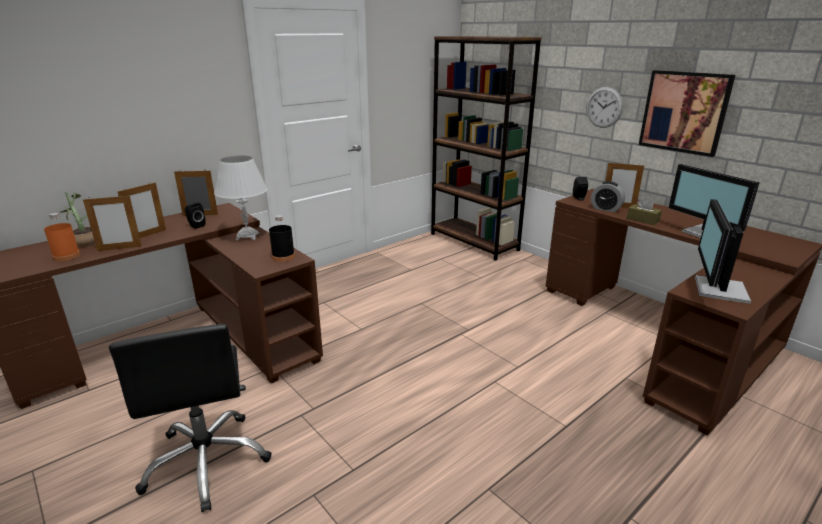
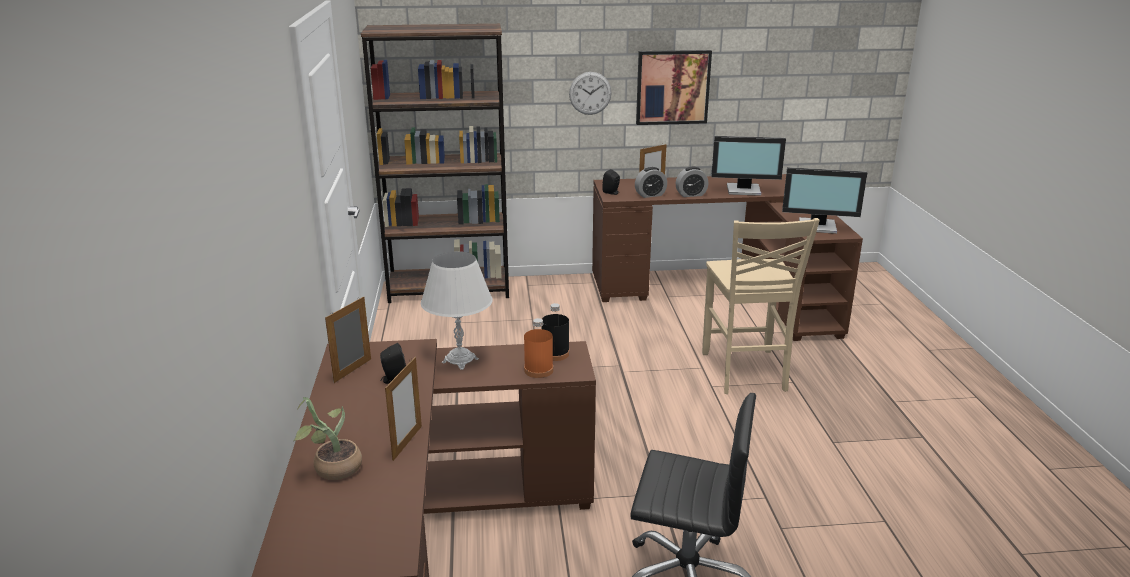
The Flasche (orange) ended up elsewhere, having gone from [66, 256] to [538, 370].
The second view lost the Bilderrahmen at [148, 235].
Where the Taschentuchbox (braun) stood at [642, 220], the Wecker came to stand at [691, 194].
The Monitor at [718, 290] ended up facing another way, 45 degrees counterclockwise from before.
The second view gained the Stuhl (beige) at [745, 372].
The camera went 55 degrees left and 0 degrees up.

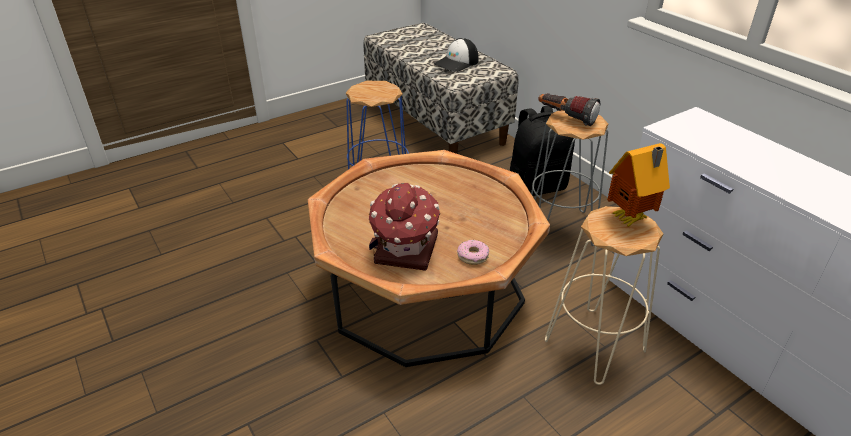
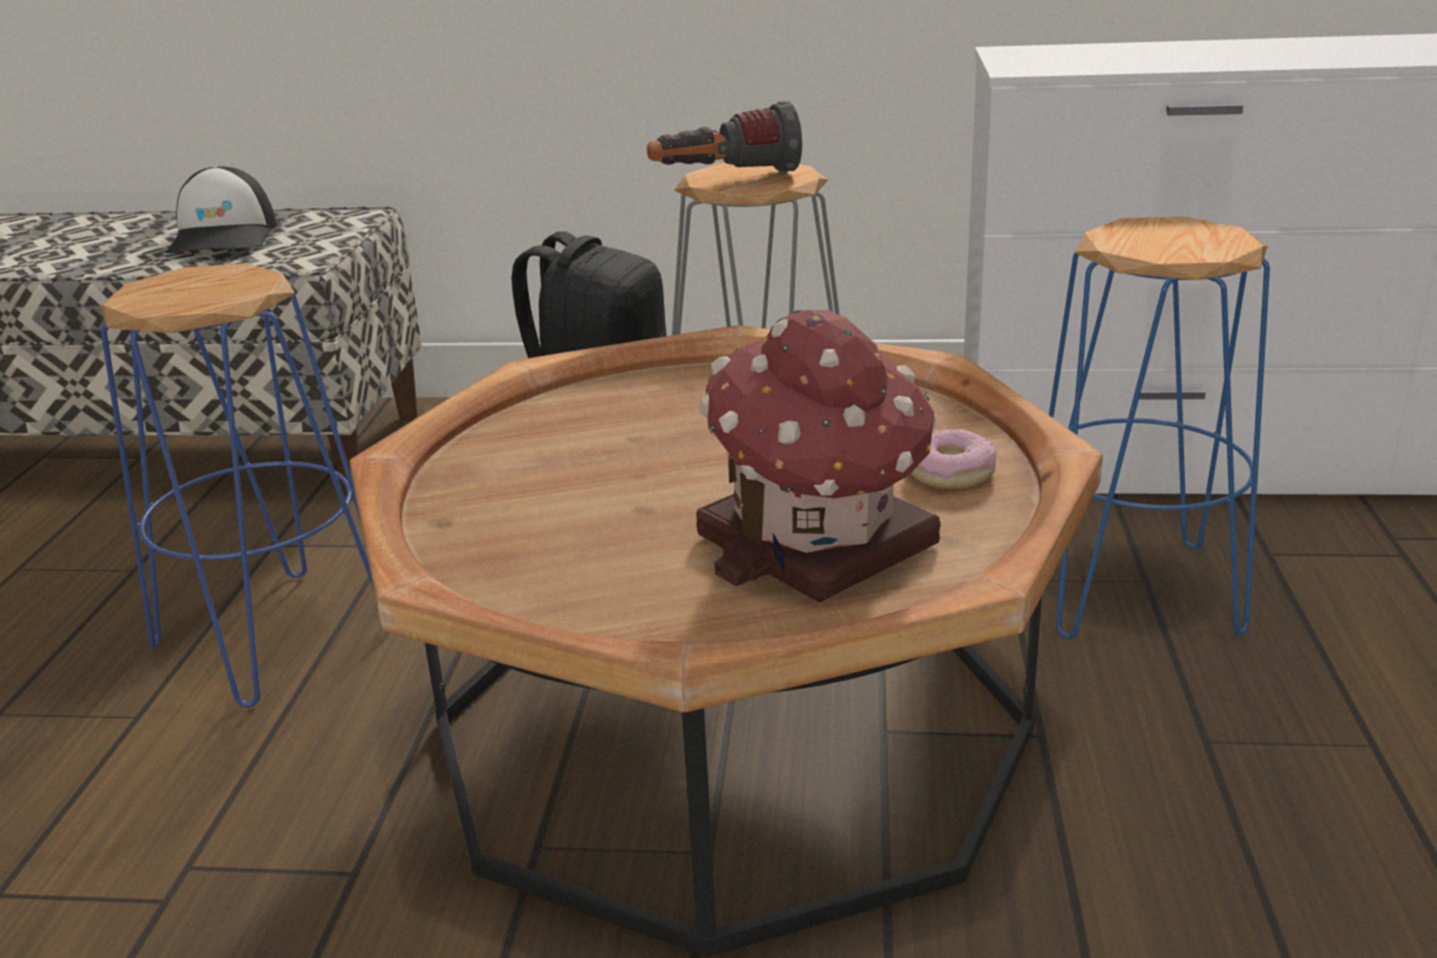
What was the Hocker (beige) at [594, 346] turned into the Hocker (blau) at [1132, 591].
The second view lost the Spielzeughaus at [631, 220].
The camera went 50 degrees left and 10 degrees down.

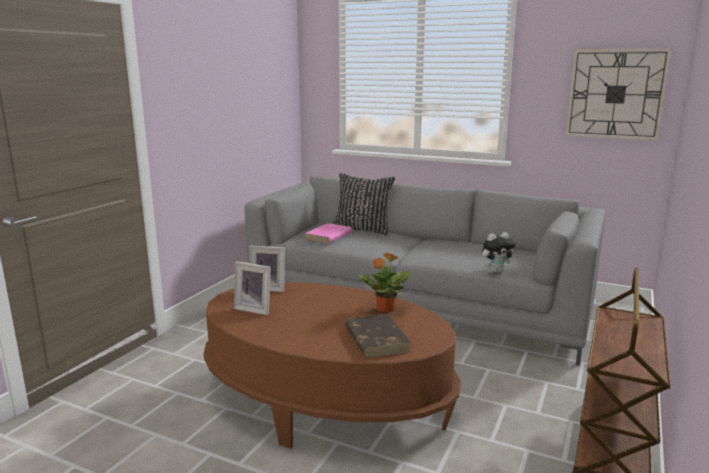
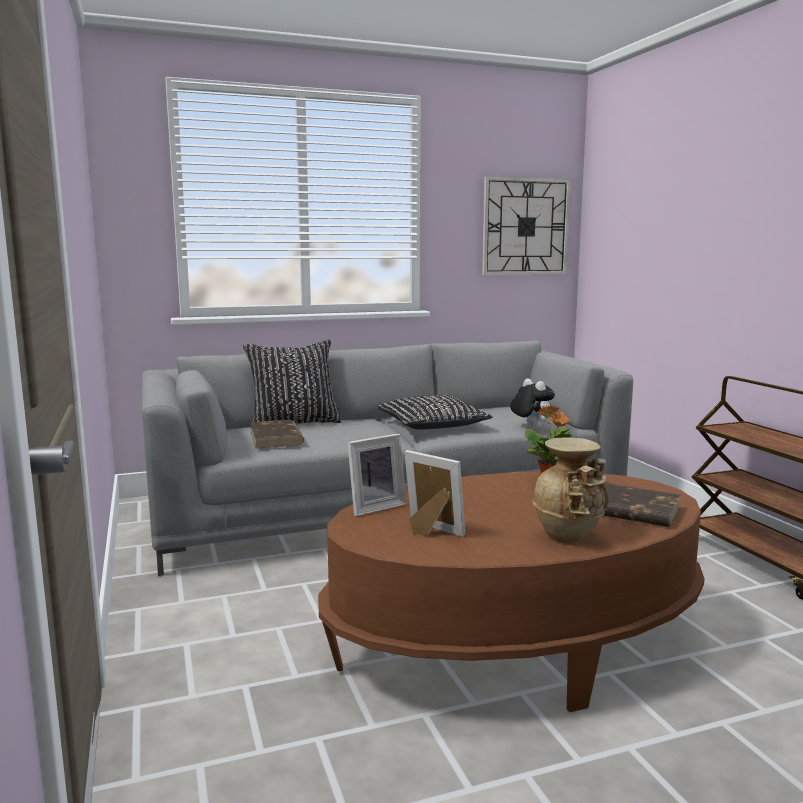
The Bilderrahmen at [255, 309] ended up facing another way, 120 degrees counterclockwise from before.
What was the Buch (rosa) at [328, 236] turned into the Buch (braun) at [276, 438].
The Plüschtier at [496, 271] ended up facing another way, 60 degrees counterclockwise from before.
The second view gained the Kissen (schwarz) at [432, 424].
The second view gained the Vase (beige) at [570, 536].
The camera went 45 degrees left and 5 degrees down.

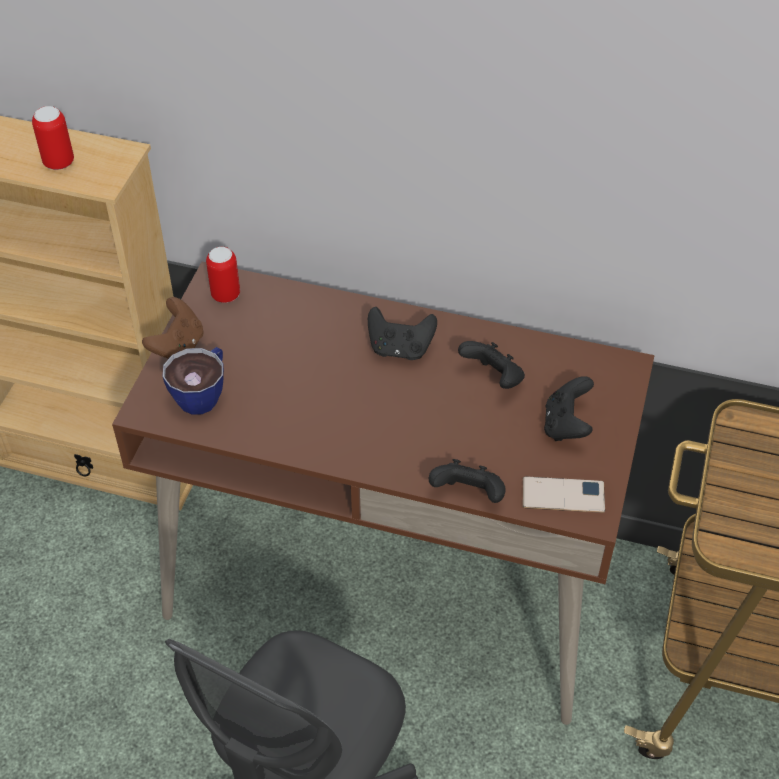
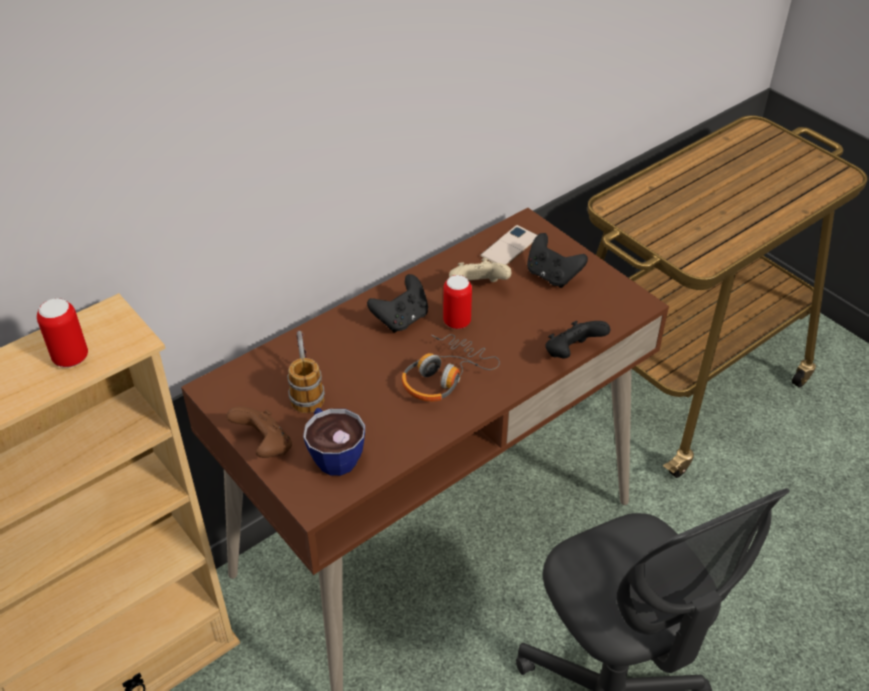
The Dose ended up elsewhere, having gone from [226, 295] to [457, 322].
What was the Gamepad (schwarz) at [493, 379] turned into the Gamepad (beige) at [477, 288].
The Handy ended up elsewhere, having gone from [563, 495] to [510, 247].
The second view gained the Henkelbecher at [306, 389].
The second view gained the Kopfhörer at [444, 376].
The camera went 55 degrees left and 5 degrees down.

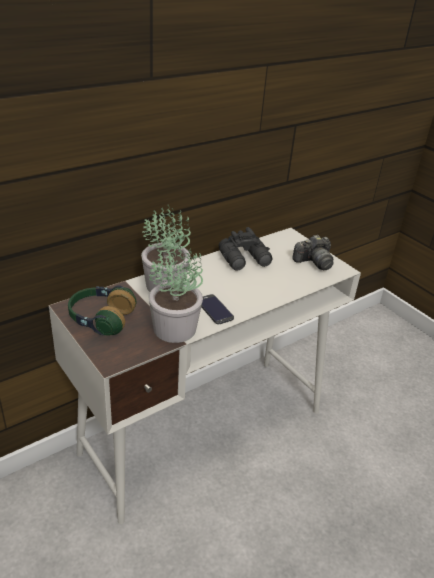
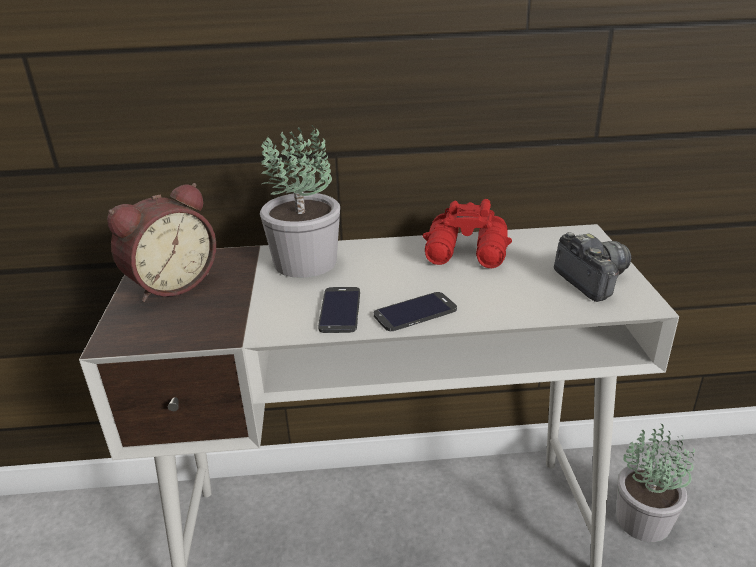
Where the Kopfhörer stood at [100, 319], the Wecker came to stand at [171, 284].
The Topfpflanze ended up elsewhere, having gone from [175, 328] to [644, 520].
What was the Fernglas (schwarz) at [245, 259] turned into the Fernglas (rot) at [468, 253].
The Kamera at [314, 262] ended up facing another way, 120 degrees counterclockwise from before.
The second view gained the Handy at [415, 312].
The camera went 35 degrees right and 5 degrees down.

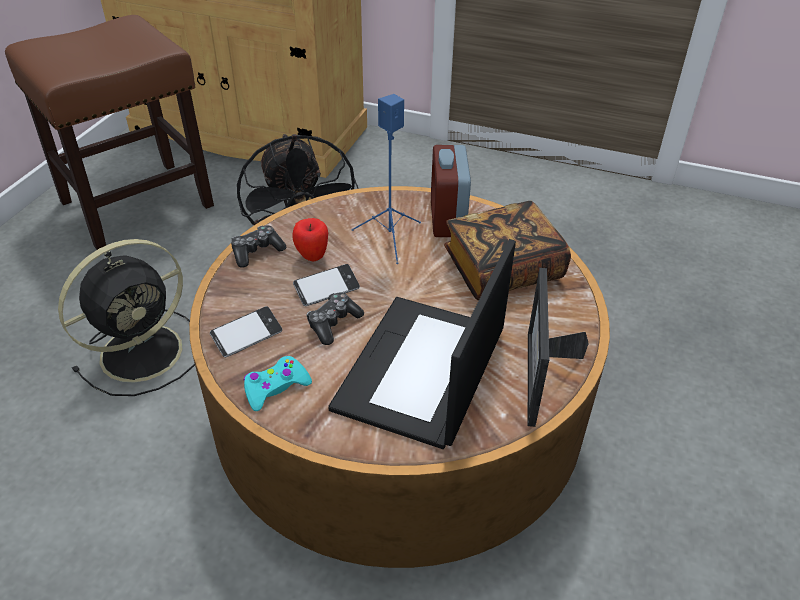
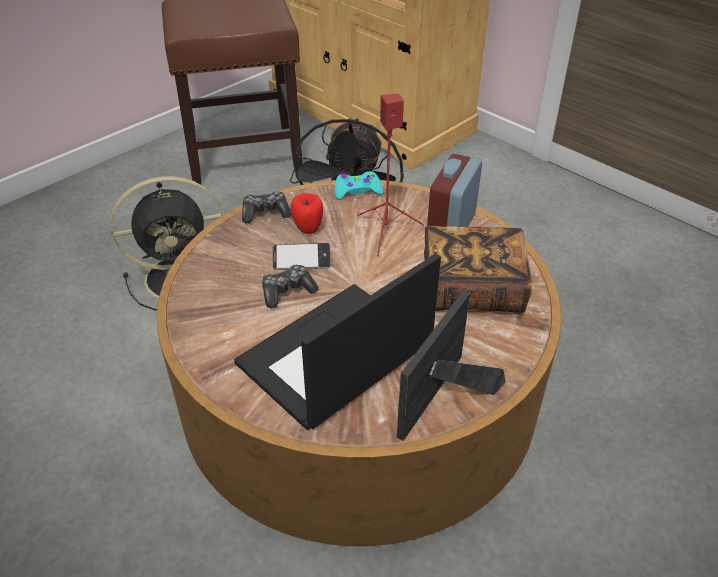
The second view lost the Handy at [247, 336].
The Gamepad (türkis) ended up elsewhere, having gone from [275, 388] to [357, 191].
What was the Lautsprecher (blau) at [390, 238] turned into the Lautsprecher (rot) at [386, 232].
The camera went 25 degrees right and 0 degrees up.

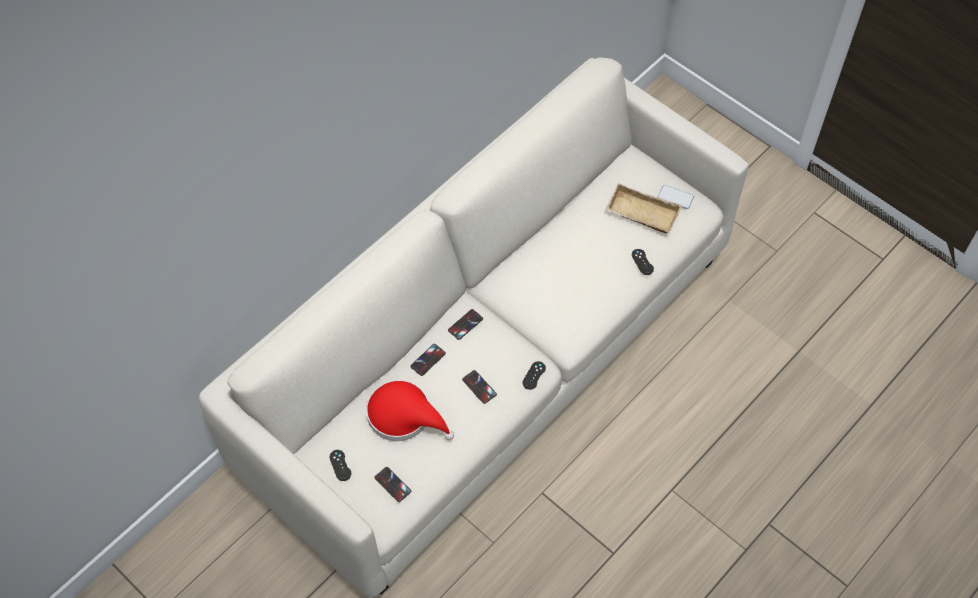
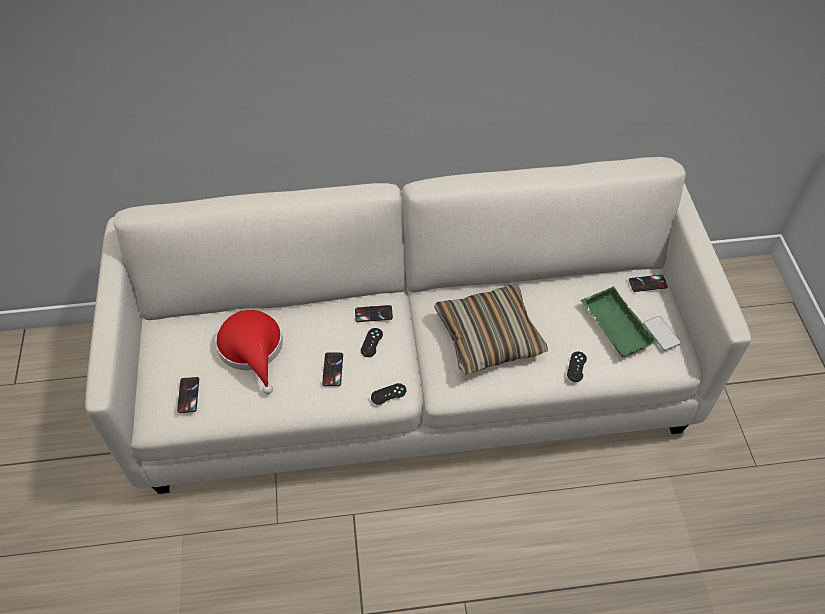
The Gamepad (schwarz) ended up elsewhere, having gone from [340, 465] to [371, 342].
The Handy ended up elsewhere, having gone from [428, 360] to [648, 283].
What was the Tablett (beige) at [641, 214] turned into the Tablett (grün) at [613, 326].
The second view gained the Kissen at [489, 336].
The camera went 40 degrees right and 5 degrees down.

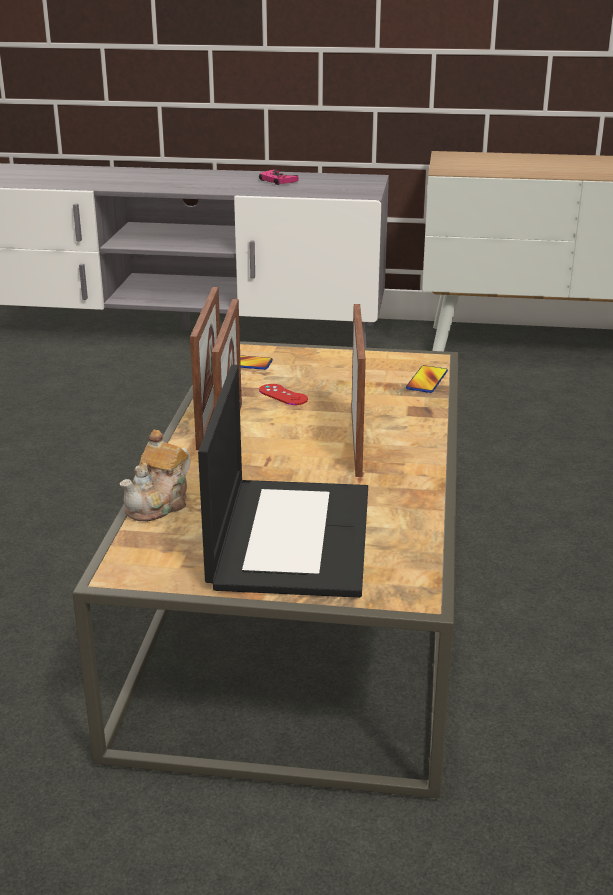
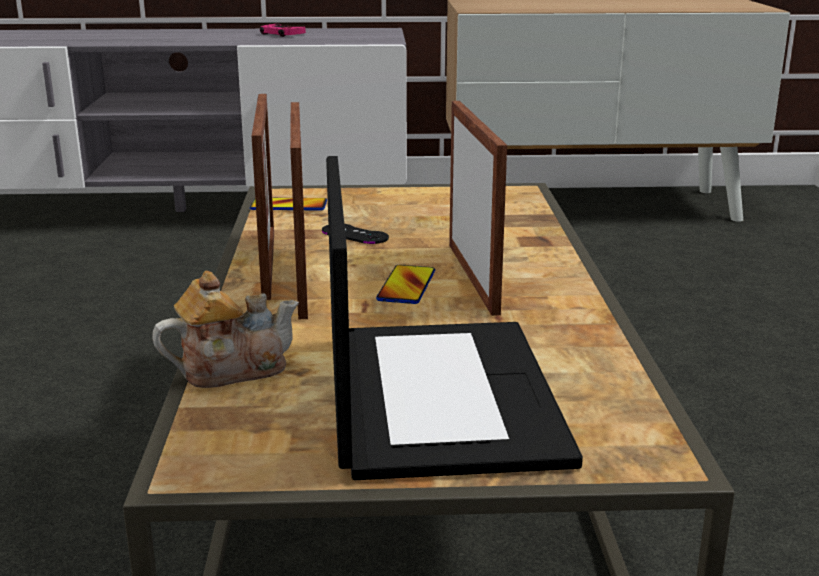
The Teekanne at [159, 504] ended up facing another way, 135 degrees counterclockwise from before.
What was the Gamepad (rot) at [283, 395] turned into the Gamepad (schwarz) at [355, 234].
The Handy ended up elsewhere, having gone from [427, 380] to [406, 286].
The camera went 10 degrees left and 5 degrees down.

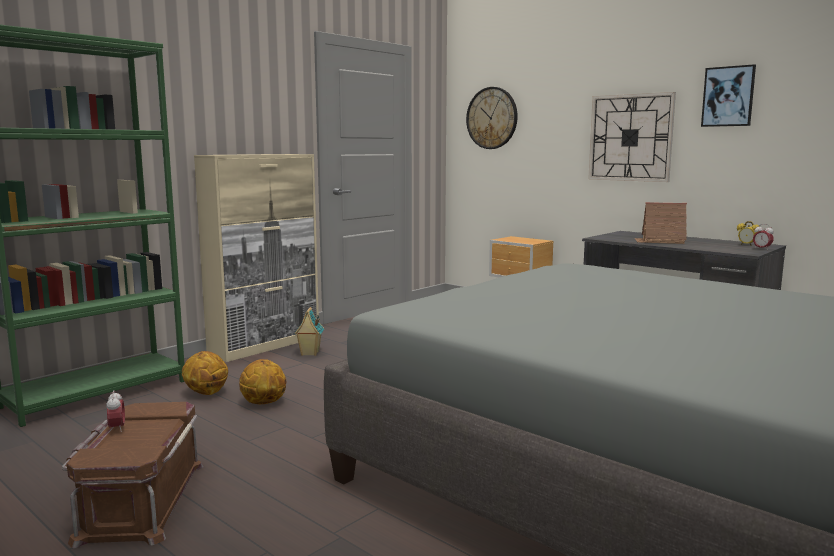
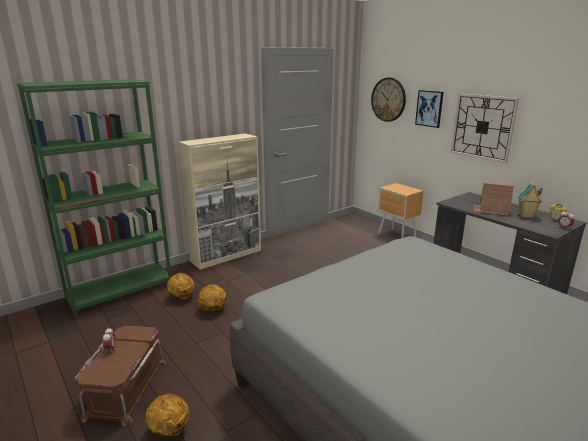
The Spielzeughaus ended up elsewhere, having gone from [309, 353] to [525, 216].
The Bild ended up elsewhere, having gone from [728, 96] to [429, 108].
The second view gained the Basketball at [169, 430].
The camera went 10 degrees right and 10 degrees up.

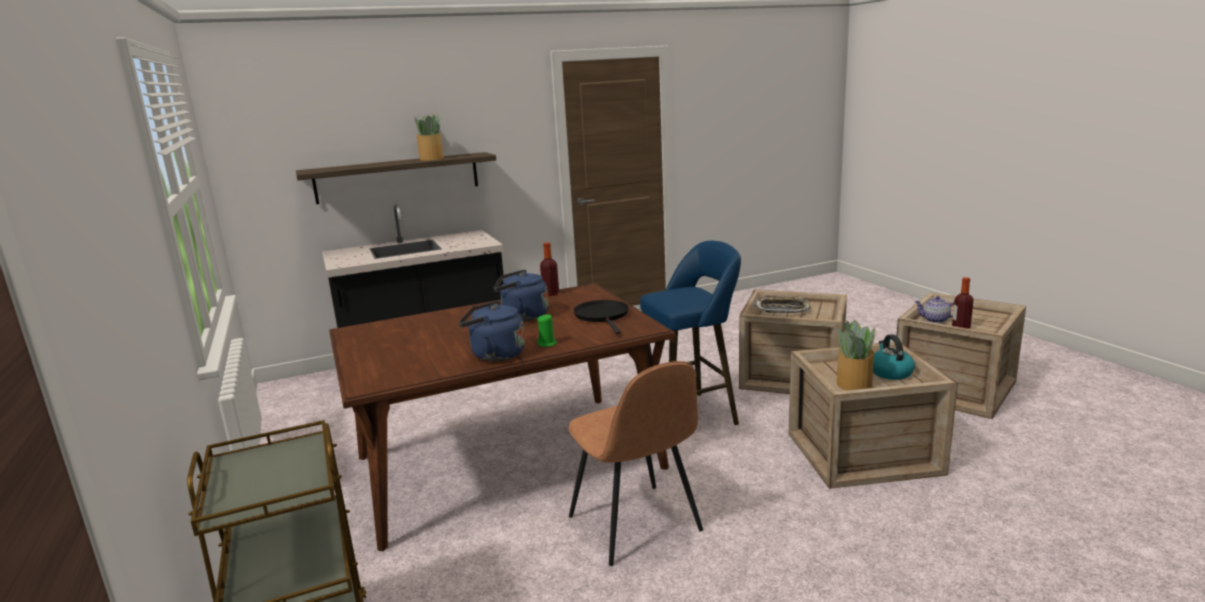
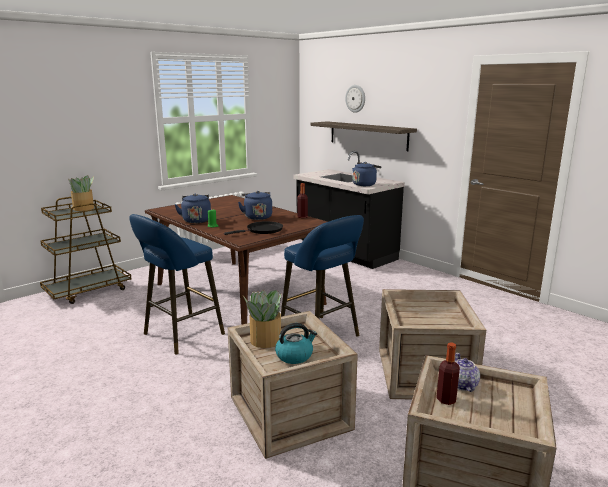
The Topfpflanze ended up elsewhere, having gone from [431, 158] to [84, 208].
Where the Stuhl (braun) stood at [636, 525], the Hocker (blau) came to stand at [180, 335].
The second view lost the Tablett at [782, 309].
The second view gained the Wanduhr at [355, 98].
The second view gained the Wasserkessel (blau) at [365, 184].
The camera went 70 degrees right and 0 degrees up.

